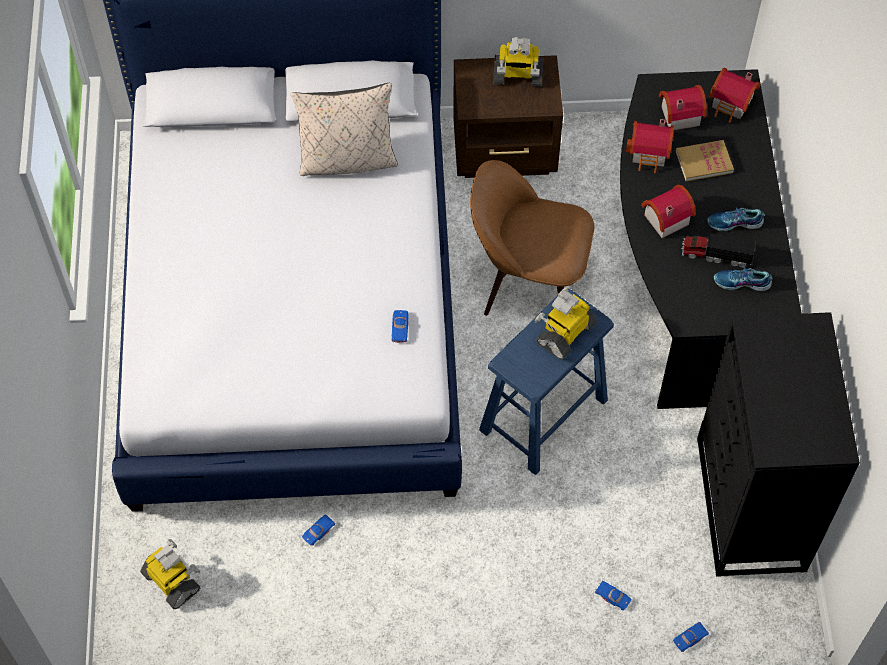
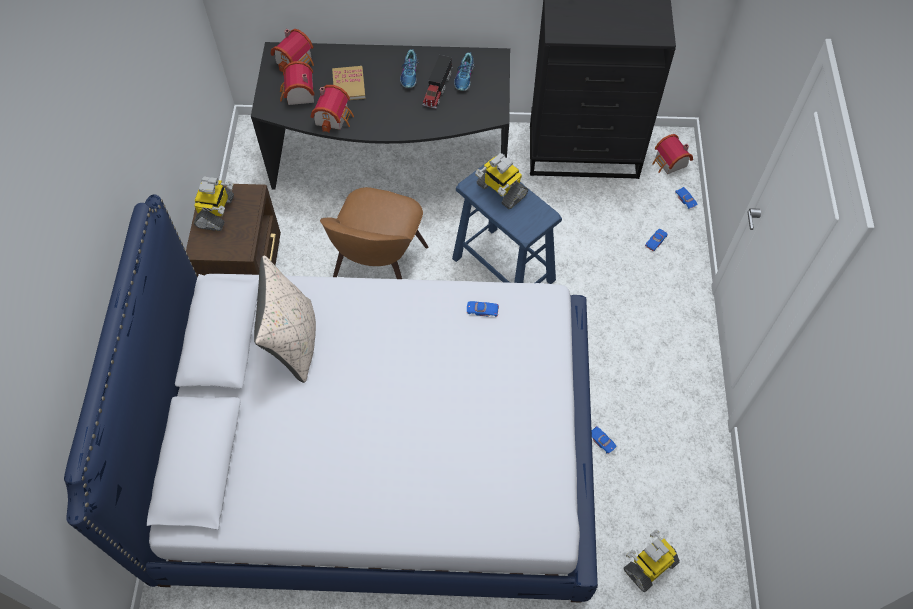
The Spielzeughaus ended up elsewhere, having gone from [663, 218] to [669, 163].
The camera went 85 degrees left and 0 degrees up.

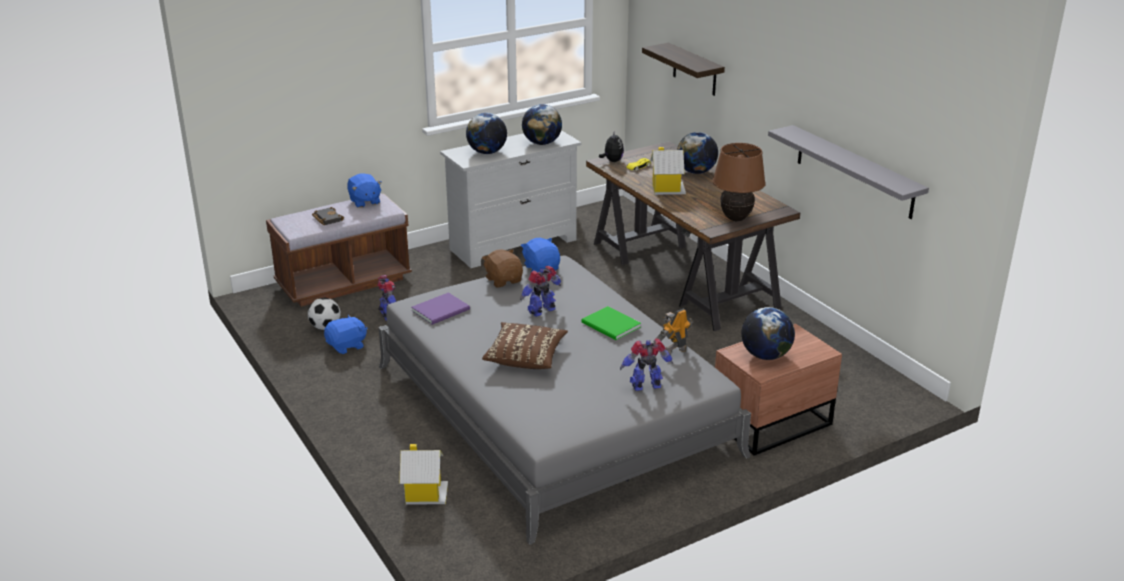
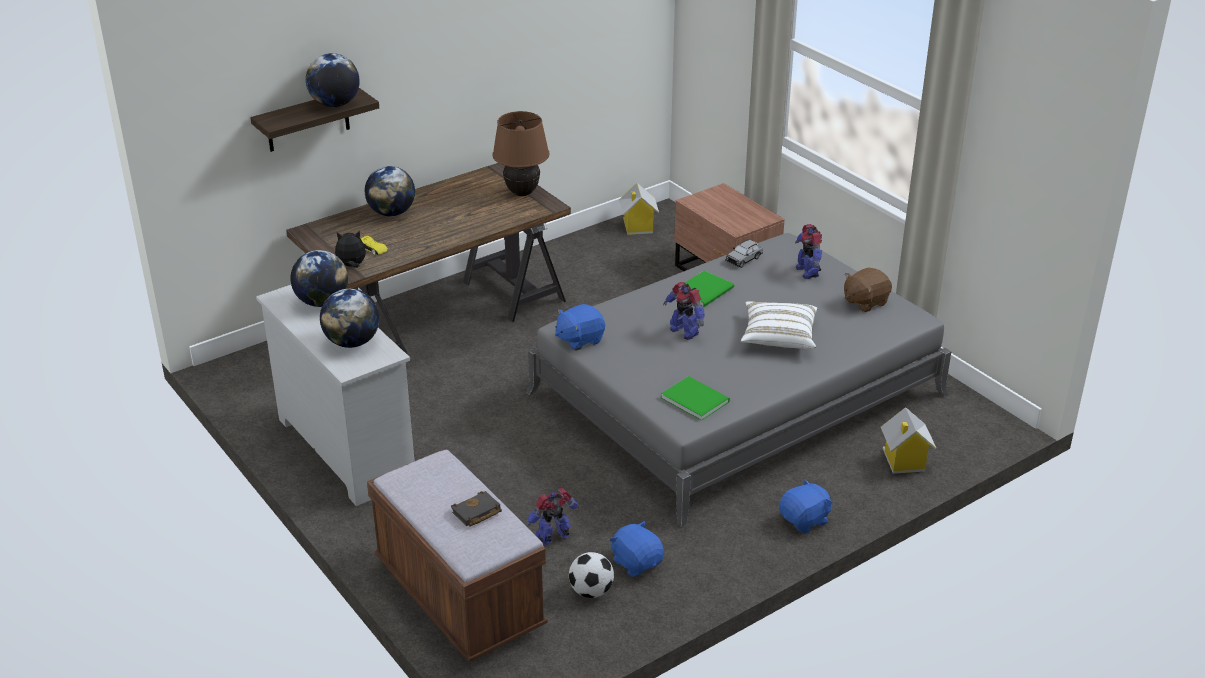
The Plüschtier (blau) ended up elsewhere, having gone from [364, 201] to [805, 520].
What was the Buch (lila) at [442, 310] turned into the Buch (grün) at [694, 398].
The Plüschtier (braun) ended up elsewhere, having gone from [504, 280] to [865, 302].
What was the Kissen (braun) at [525, 357] turned into the Kissen (weiß) at [778, 337].
The Spielzeughaus ended up elsewhere, having gone from [666, 189] to [637, 227].
Where the Spielzeugroboter stood at [673, 353], the Spielzeugauto (grau) came to stand at [743, 259].
The Globus ended up elsewhere, having gone from [765, 355] to [335, 104].
The second view lost the Wandregal (grau) at [854, 172].
The camera went 95 degrees left and 5 degrees up.

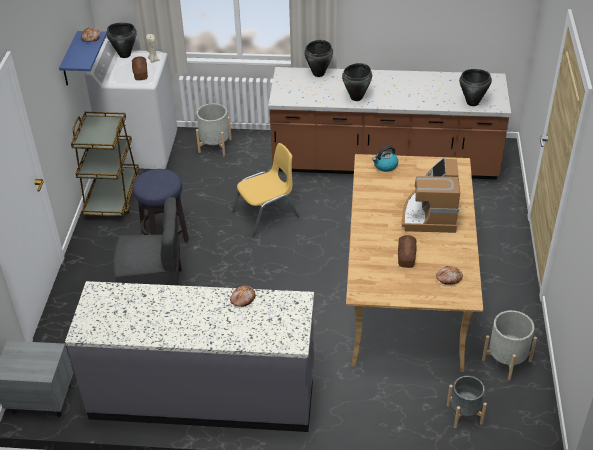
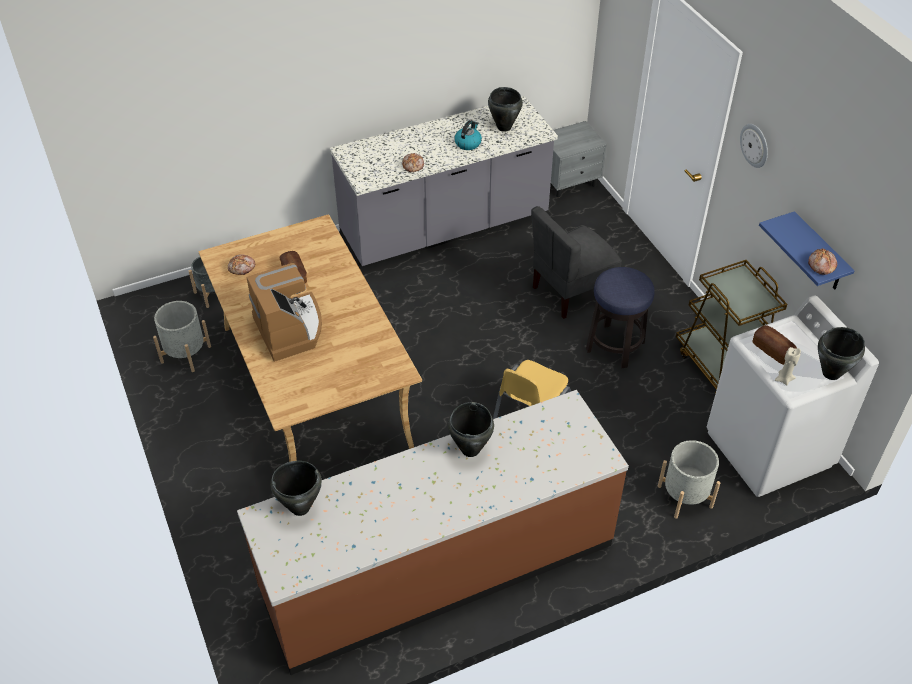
The Kochtopf (schwarz) ended up elsewhere, having gone from [319, 73] to [504, 127].
The Wasserkessel ended up elsewhere, having gone from [385, 166] to [468, 143].
The second view gained the Wanduhr at [755, 145].
The camera went 150 degrees right and 5 degrees up.

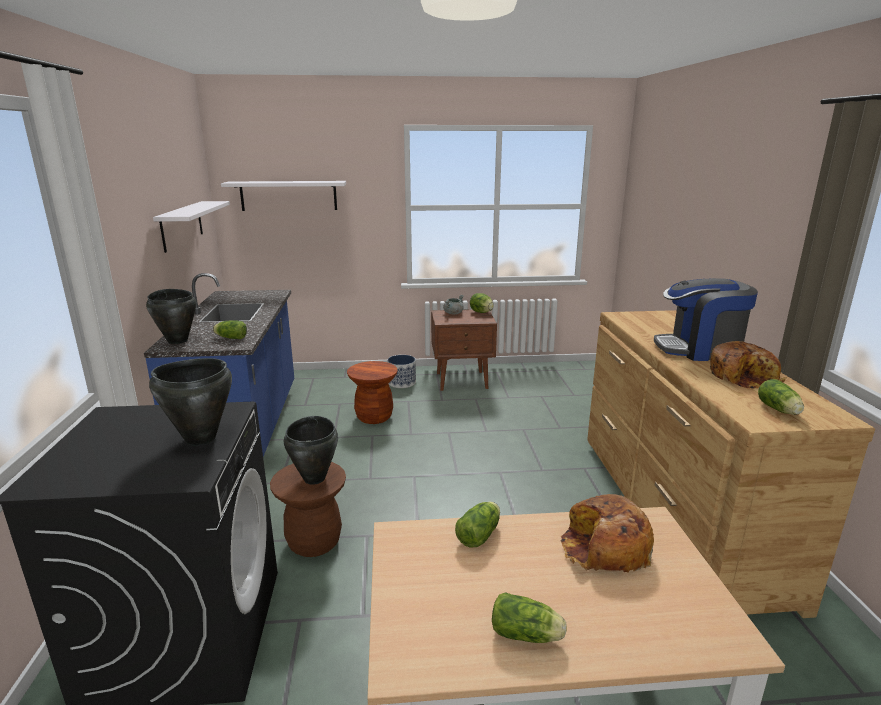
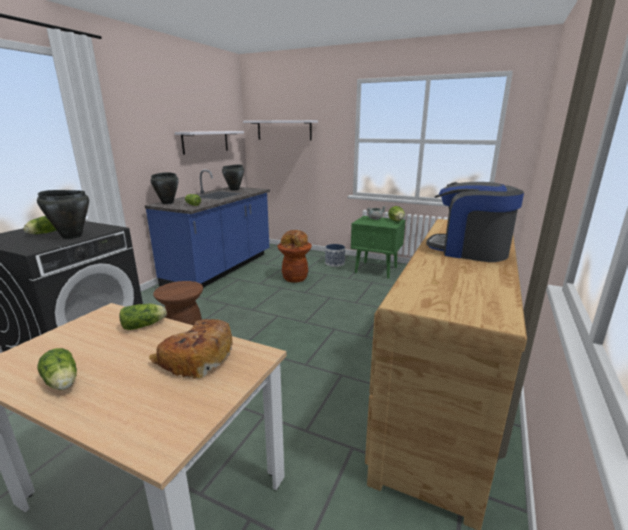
The Kochtopf (schwarz) ended up elsewhere, having gone from [315, 478] to [234, 189].
What was the Nachttisch (braun) at [462, 381] turned into the Nachttisch (grün) at [376, 270].
The Brot ended up elsewhere, having gone from [743, 376] to [295, 245].
The Salatkopf ended up elsewhere, having gone from [779, 410] to [42, 233].
The camera went 30 degrees right and 0 degrees up.

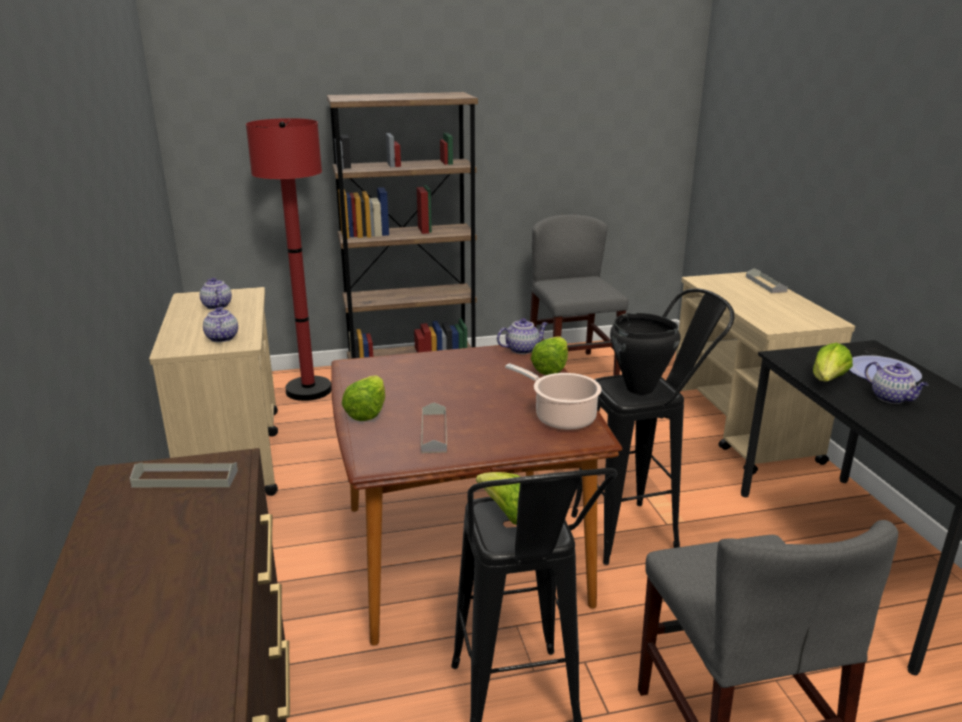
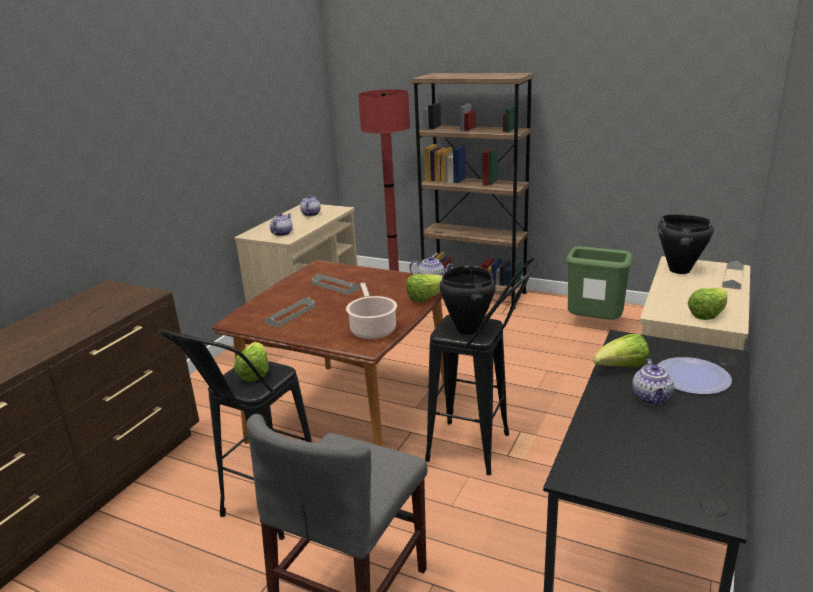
The Tablett (grau) ended up elsewhere, having gone from [185, 478] to [335, 286].
The Salatkopf ended up elsewhere, having gone from [367, 412] to [707, 314].
Where the Stuhl (grau) stood at [571, 371], the Mülleimer (grün) came to stand at [594, 325].
The second view gained the Kochtopf (schwarz) at [679, 270].
The camera went 40 degrees right and 0 degrees up.

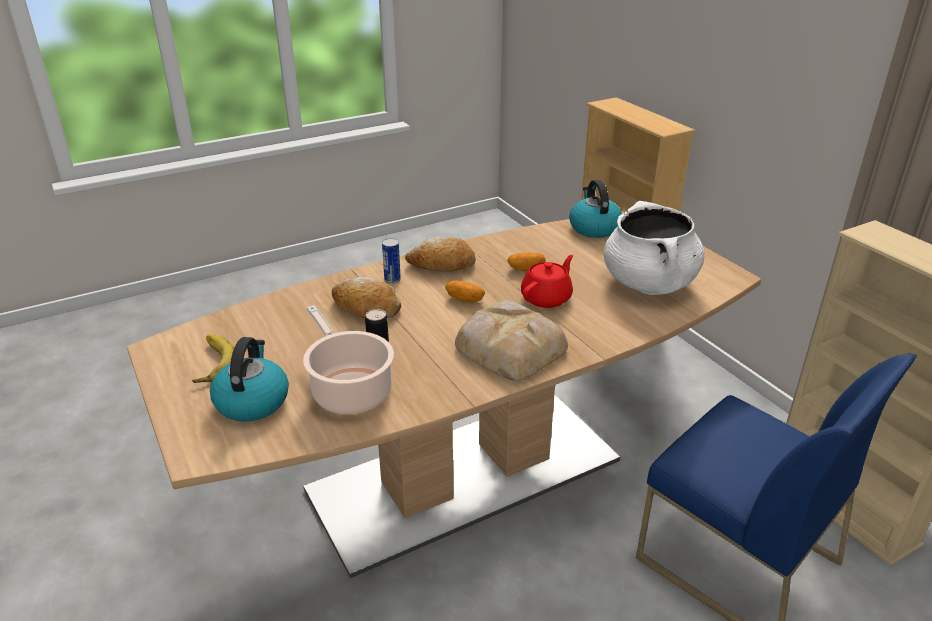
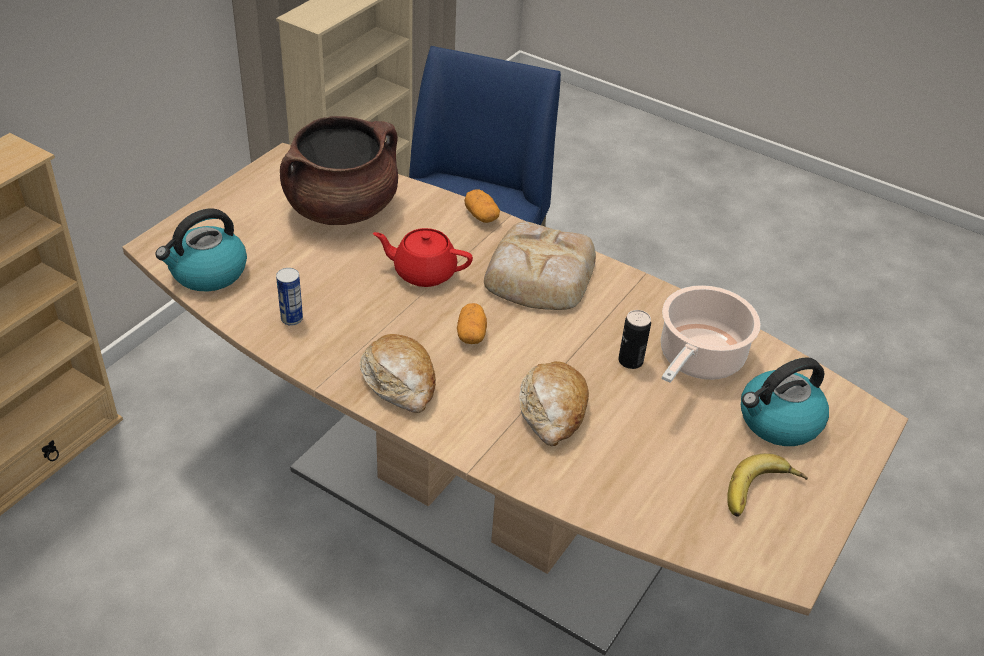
The Dose ended up elsewhere, having gone from [392, 280] to [291, 318].
The Kartoffel ended up elsewhere, having gone from [526, 269] to [481, 216].
What was the Kochtopf (weiß) at [649, 284] turned into the Kochtopf (braun) at [341, 208].
The camera went 120 degrees left and 10 degrees up.

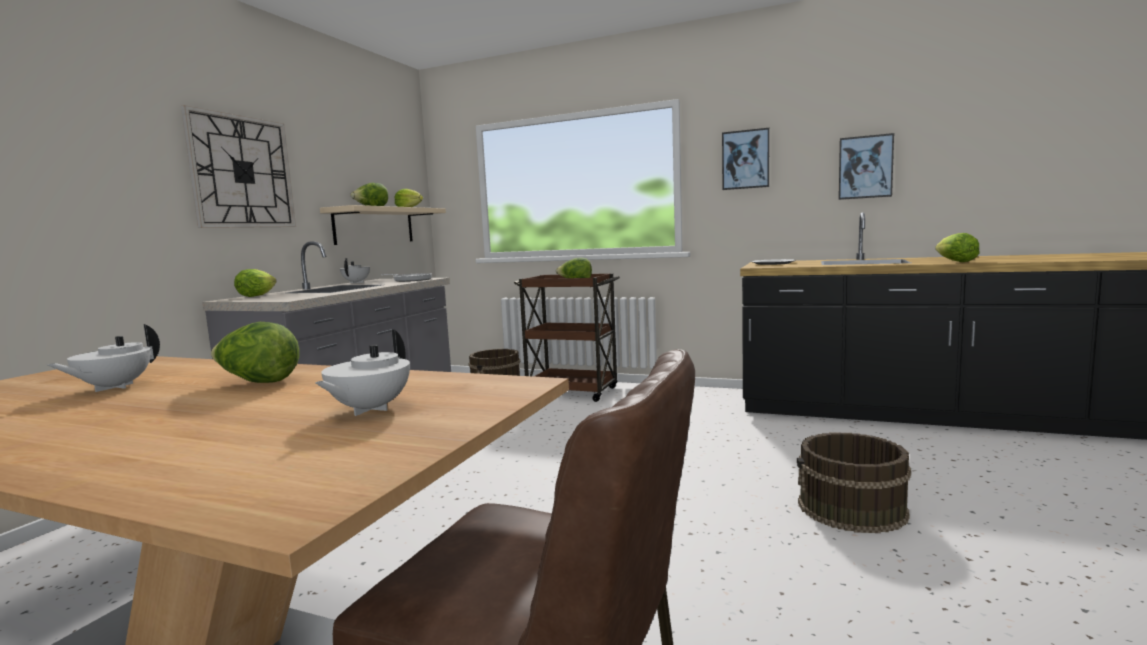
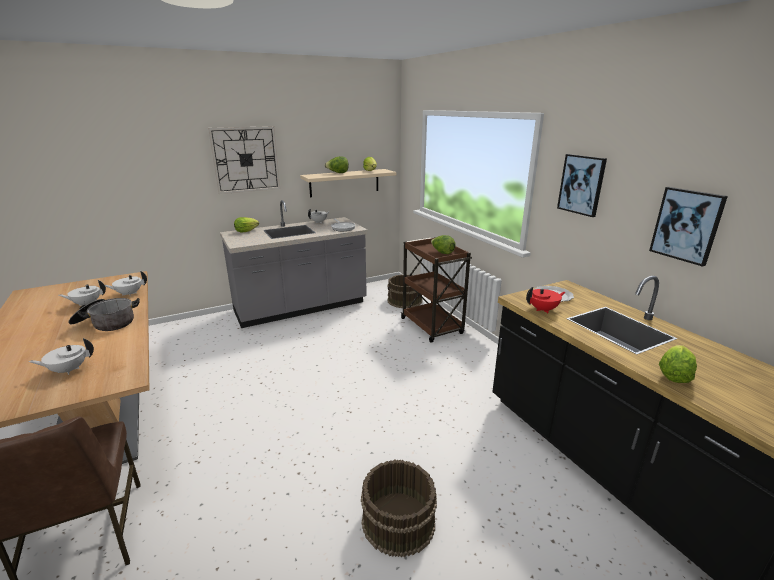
Where the Salatkopf stood at [258, 382], the Kochtopf came to stand at [106, 323].
The second view gained the Teekanne (weiß) at [129, 294].
The second view gained the Teekanne (rot) at [543, 310].
The camera went 40 degrees right and 15 degrees up.

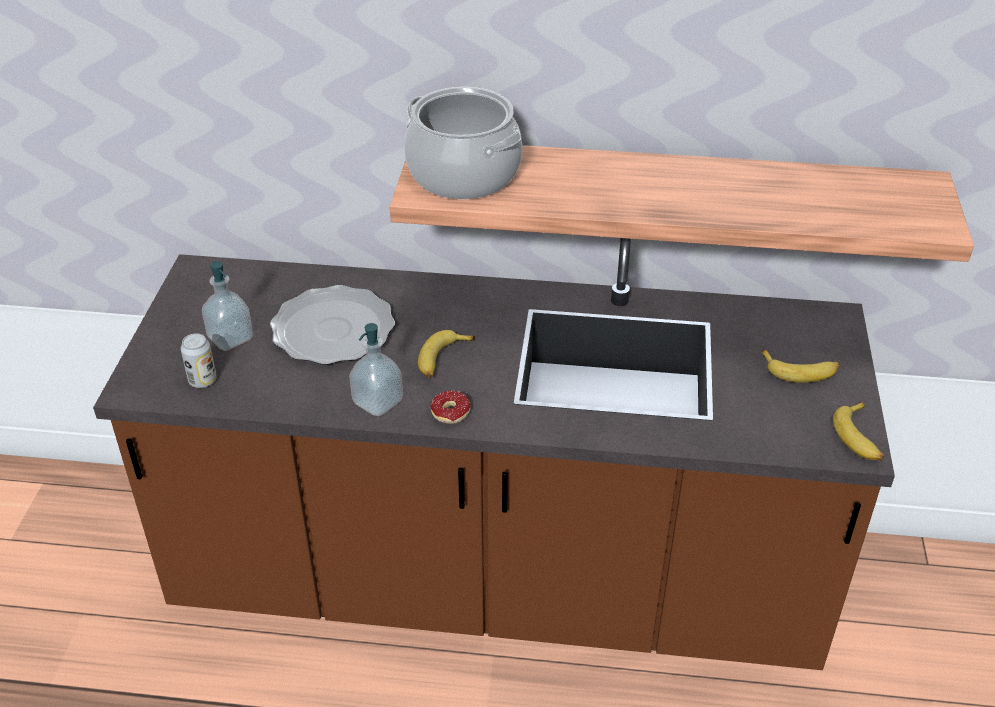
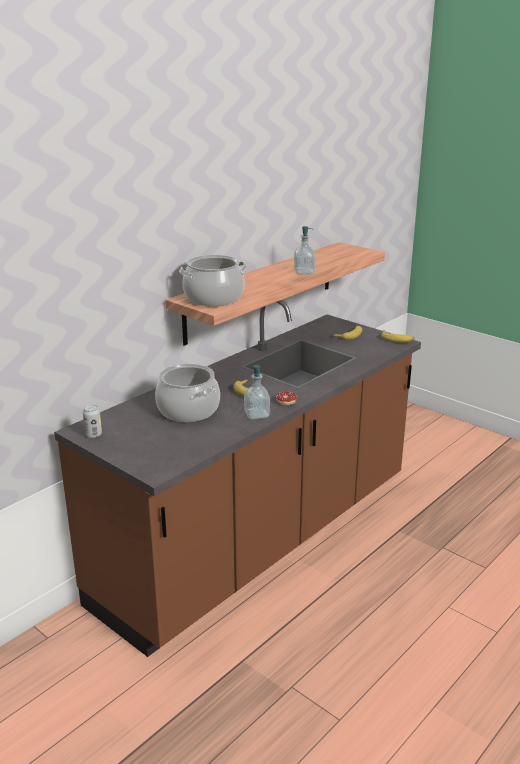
The Dose ended up elsewhere, having gone from [202, 380] to [93, 435].
The Seifenspender ended up elsewhere, having gone from [230, 338] to [304, 272].
Where the Teller stood at [333, 330], the Kochtopf came to stand at [189, 410].
The camera went 55 degrees left and 15 degrees down.

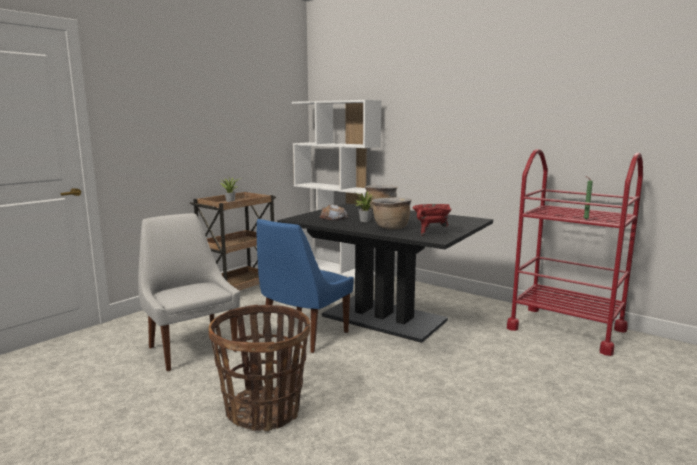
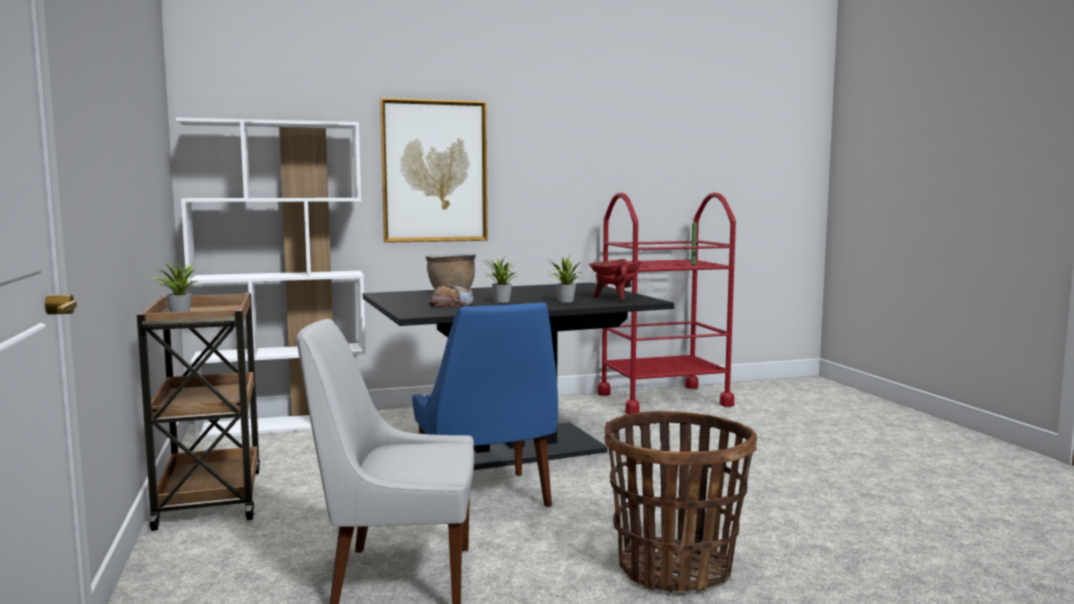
Where the Kochtopf (braun) stood at [391, 228], the Topfpflanze came to stand at [563, 301].
The second view gained the Bild at [434, 171].
The camera went 55 degrees left and 5 degrees down.

